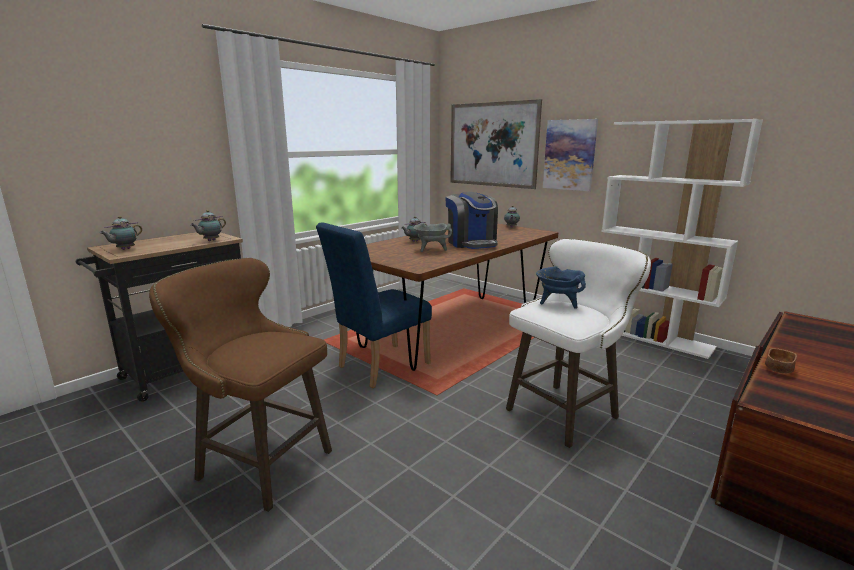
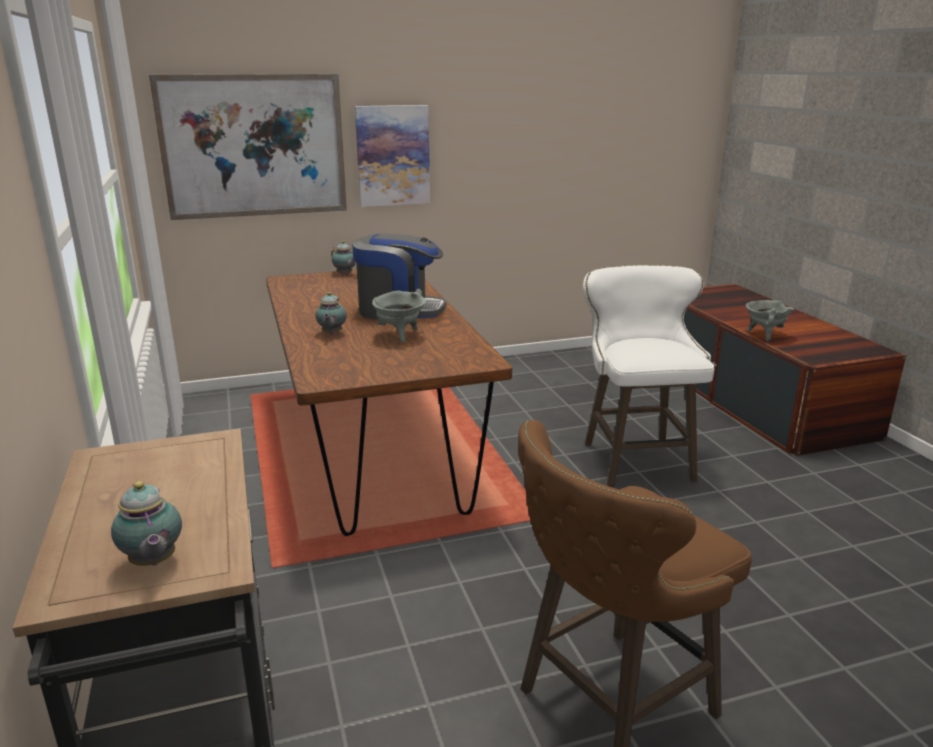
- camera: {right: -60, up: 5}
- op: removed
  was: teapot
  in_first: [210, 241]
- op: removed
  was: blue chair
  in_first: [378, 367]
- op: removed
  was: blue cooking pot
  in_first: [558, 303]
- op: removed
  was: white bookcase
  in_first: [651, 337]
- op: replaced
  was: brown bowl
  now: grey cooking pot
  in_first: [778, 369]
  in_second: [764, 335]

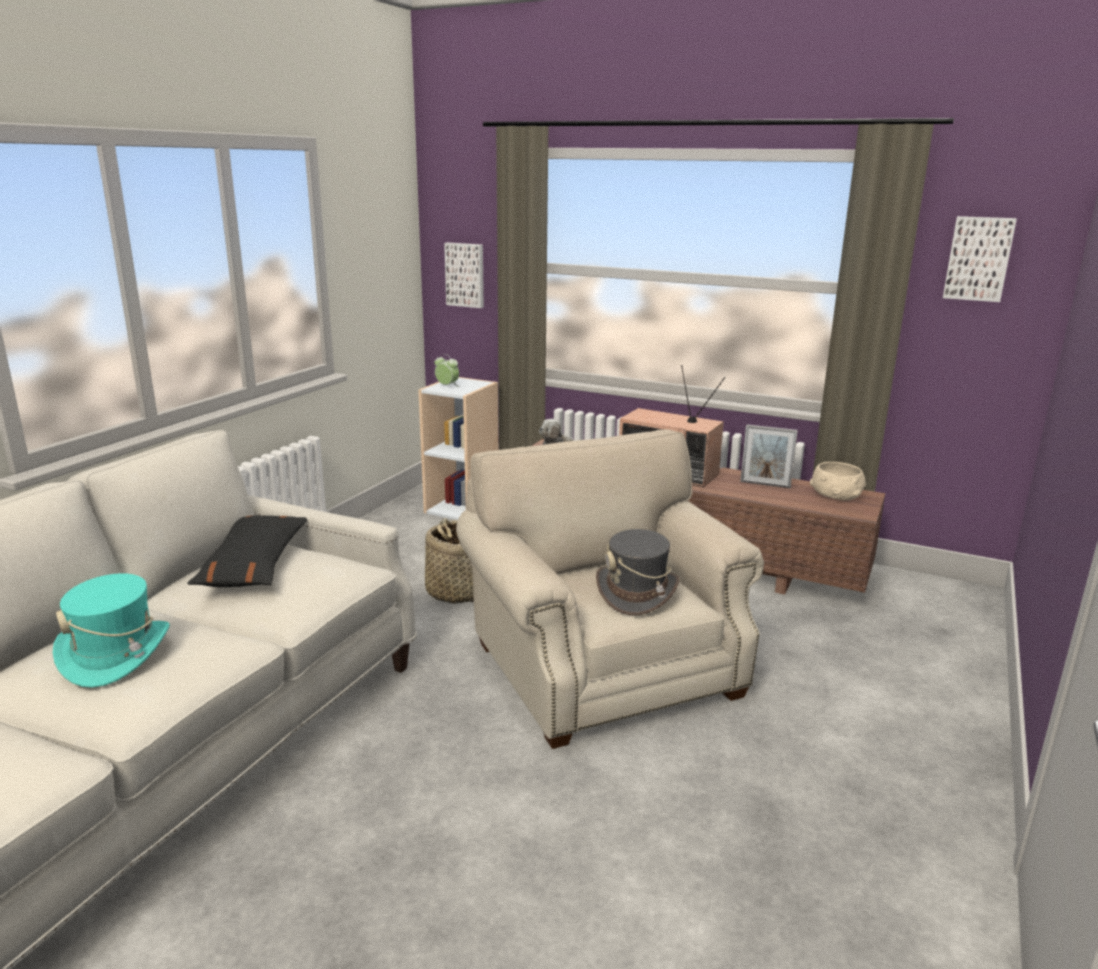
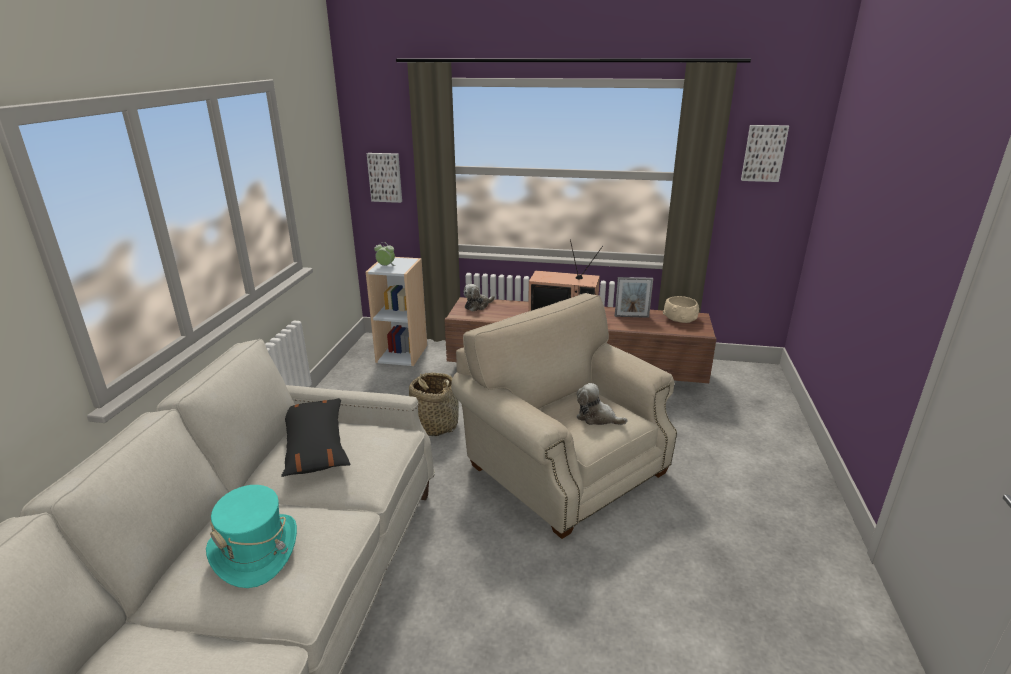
- camera: {right: -15, up: 5}
- op: replaced
  was: grey hat
  now: plush toy
  in_first: [637, 593]
  in_second: [597, 418]

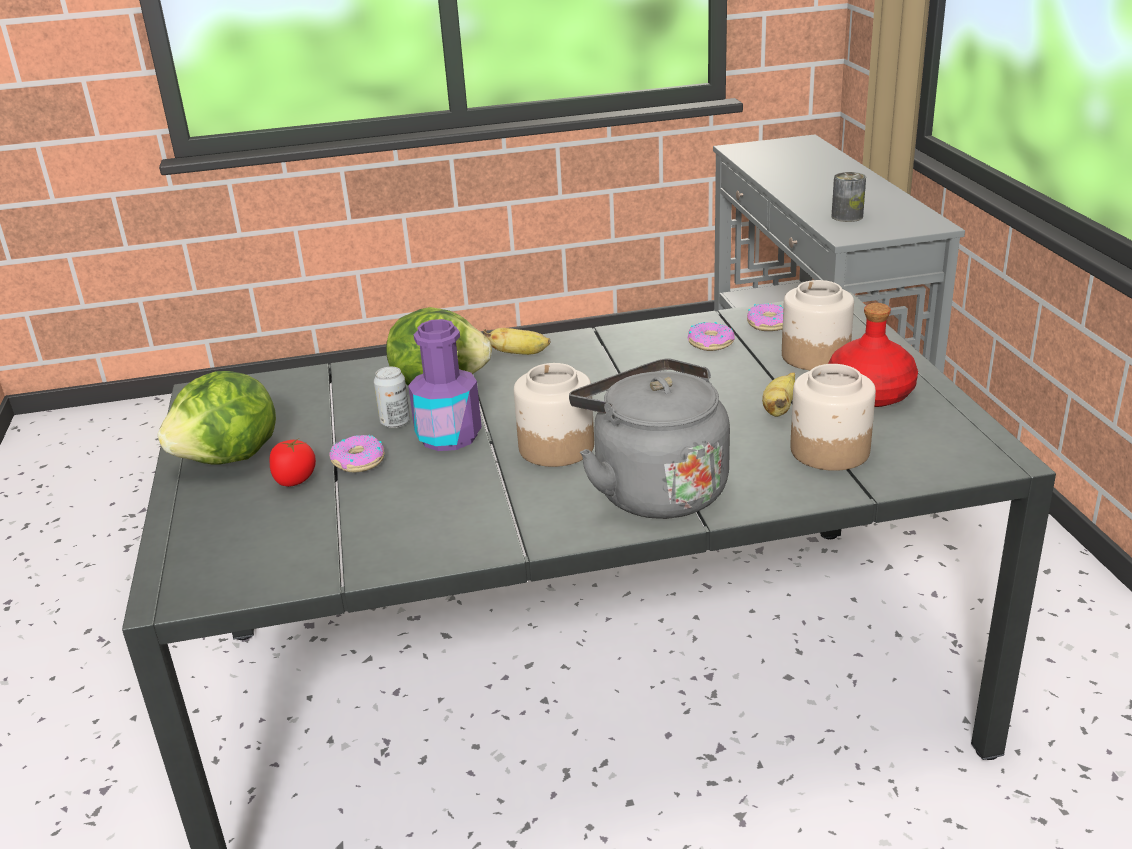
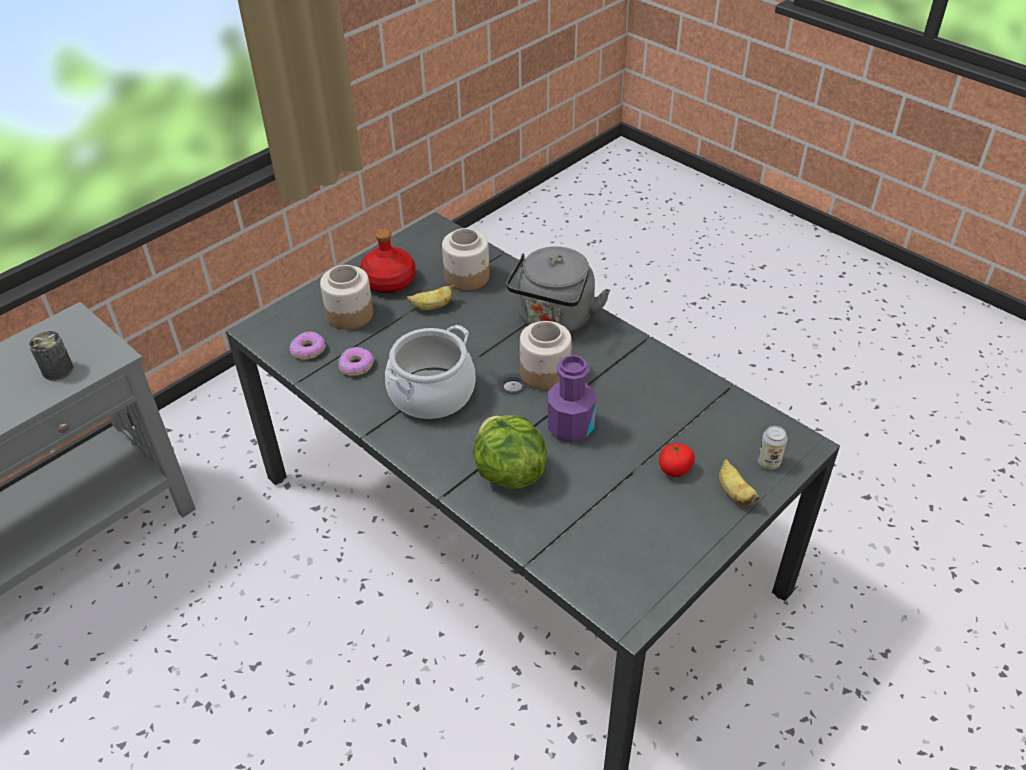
- camera: {right: -125, up: 15}
- op: removed
  was: lettuce
  in_first: [230, 458]
- op: removed
  was: donut
  in_first: [358, 461]
- op: added
  now: cooking pot
  in_second: [432, 394]
- op: moved
  was: can
  in_first: [395, 422]
  in_second: [768, 462]
- op: moved
  was: banana
  in_first: [520, 354]
  in_second: [734, 492]

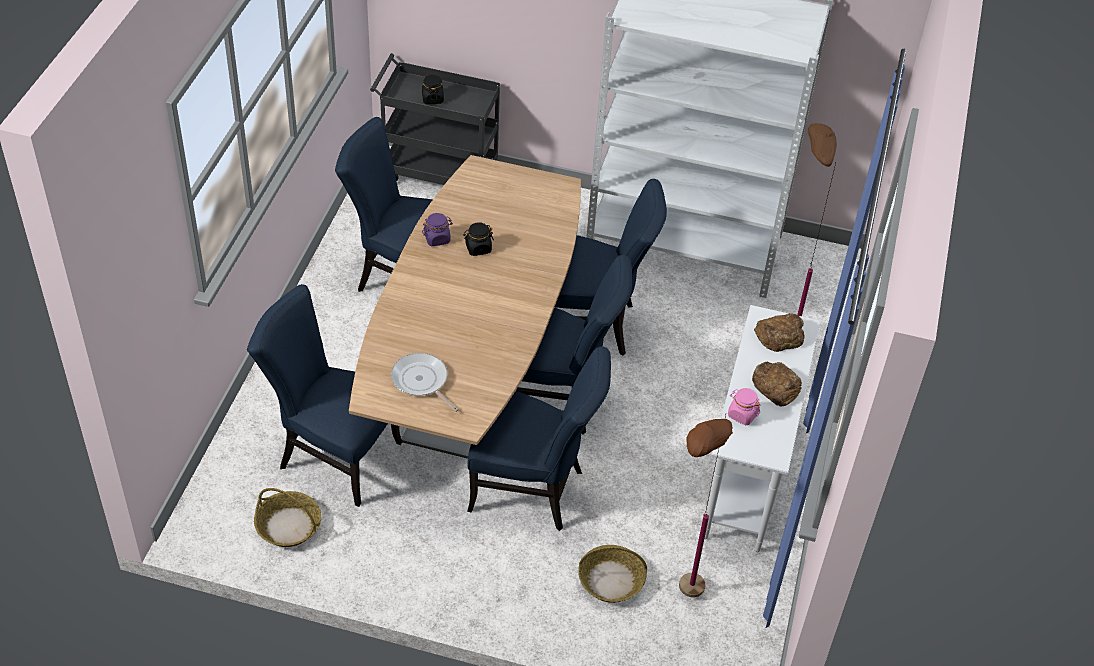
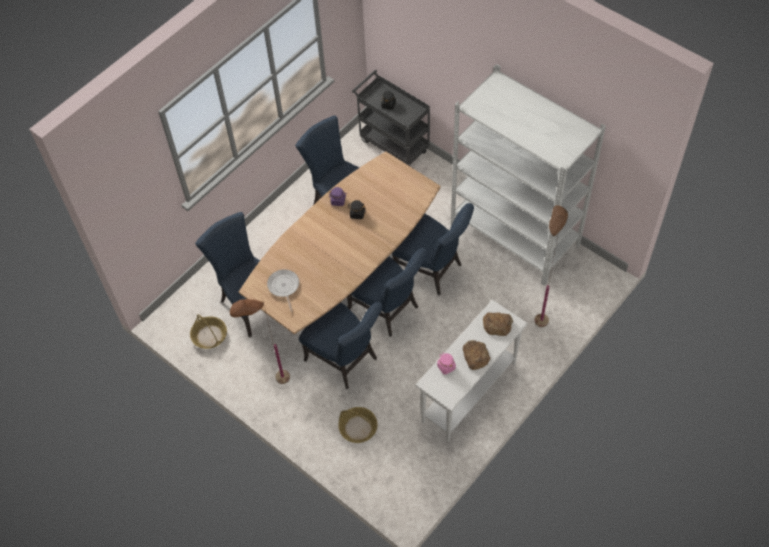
- camera: {right: 30, up: 10}
- op: moved
  was: brown floor lamp
  in_first: [679, 606]
  in_second: [272, 385]

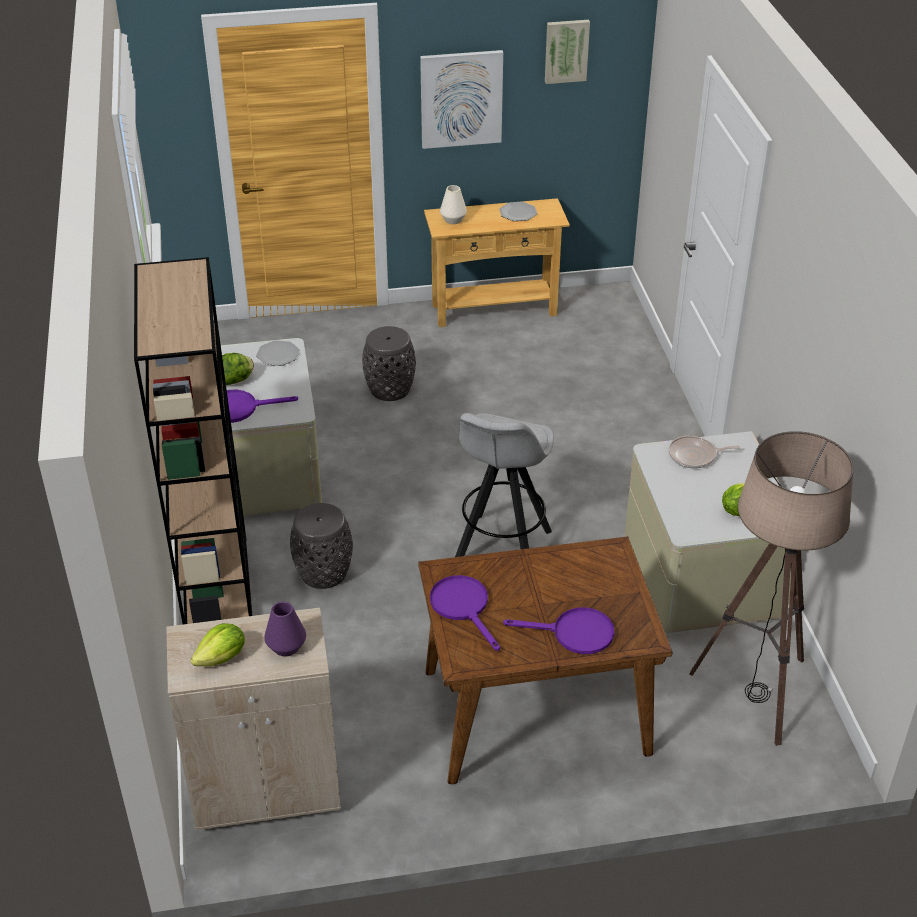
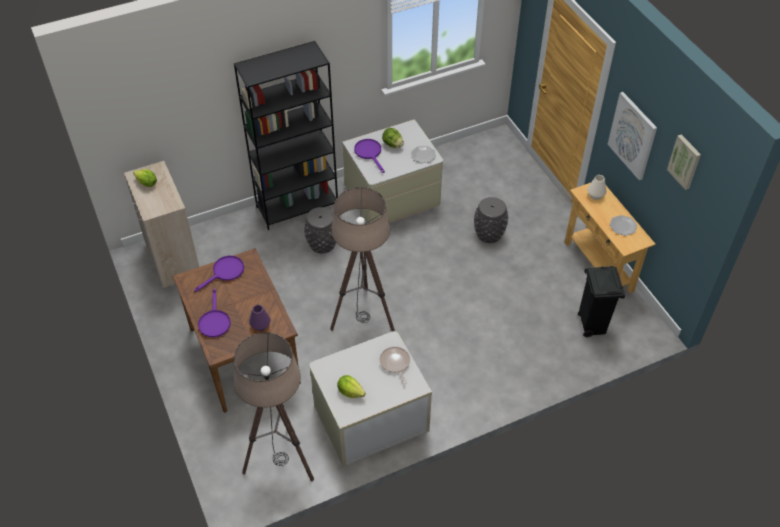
- camera: {right: 75, up: 10}
- op: added
  now: black trash can
  in_second: [591, 325]
- op: moved
  was: purple vase
  in_first: [286, 646]
  in_second: [260, 325]
- op: replaced
  was: grey stool
  now: floor lamp
  in_first: [501, 549]
  in_second: [363, 316]
- op: recoloured
  was: beige bookcase
  now: black bookcase
  in_first: [216, 591]
  in_second: [297, 206]

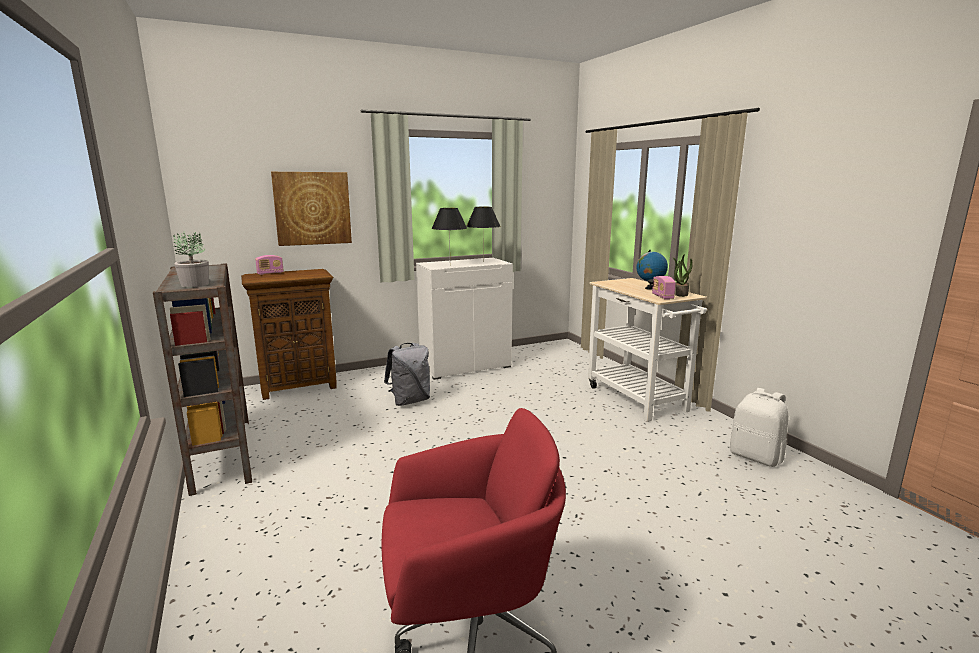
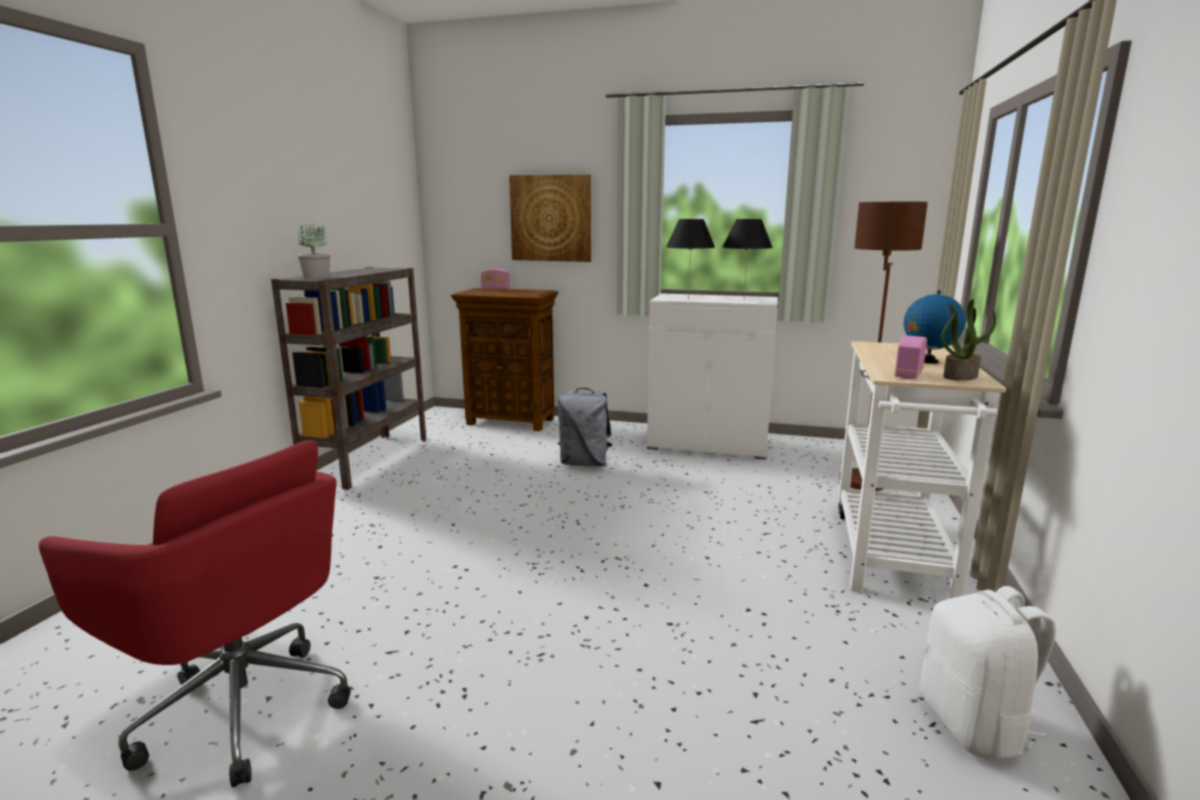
- camera: {right: 40, up: 0}
- op: added
  now: brown floor lamp
  in_second: [860, 487]

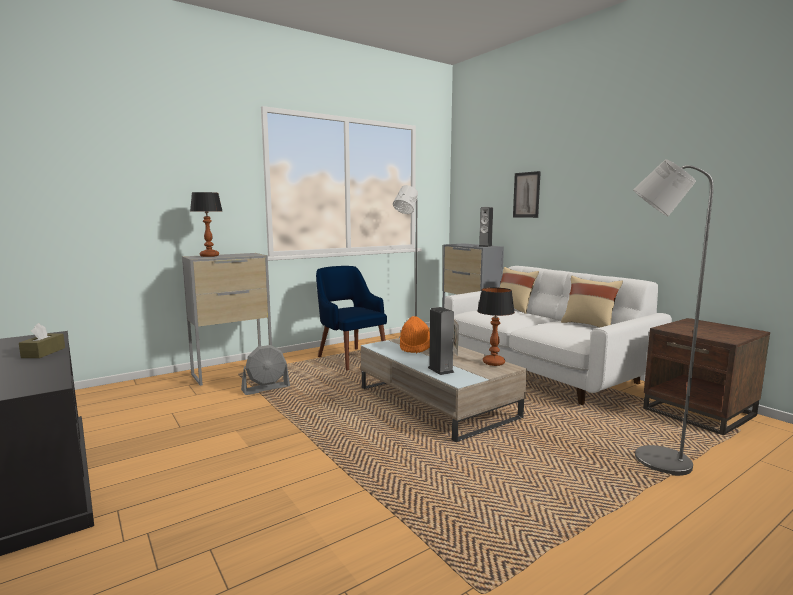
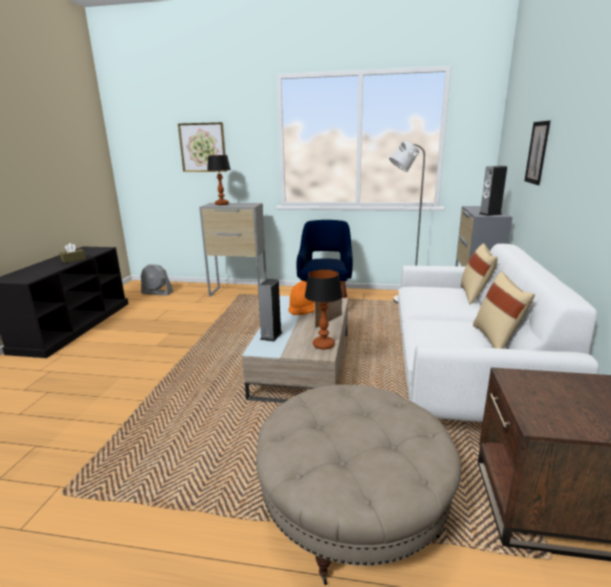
- camera: {right: 45, up: 10}
- op: added
  now: picture
  in_second: [203, 147]
- op: moved
  was: grey fan
  in_first: [266, 388]
  in_second: [157, 293]
- op: replaced
  was: grey floor lamp
  now: beige ottoman
  in_first: [651, 459]
  in_second: [353, 507]

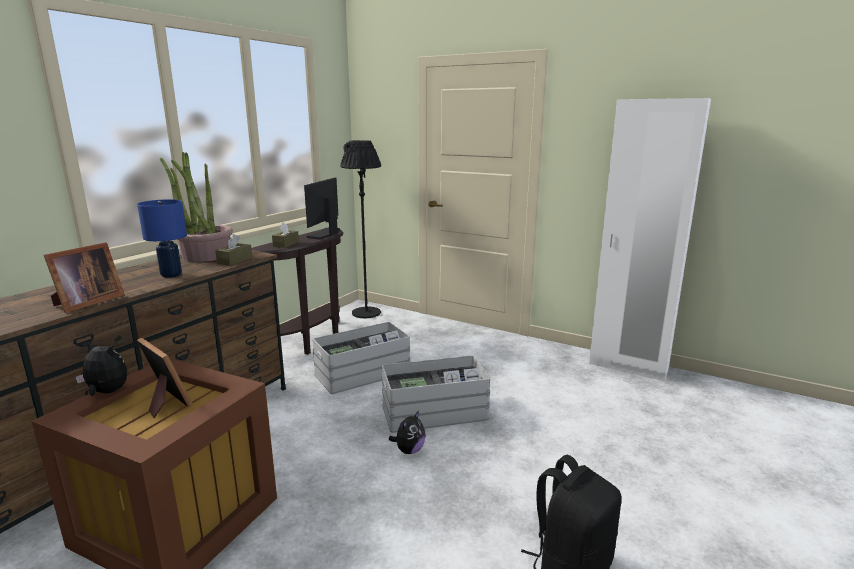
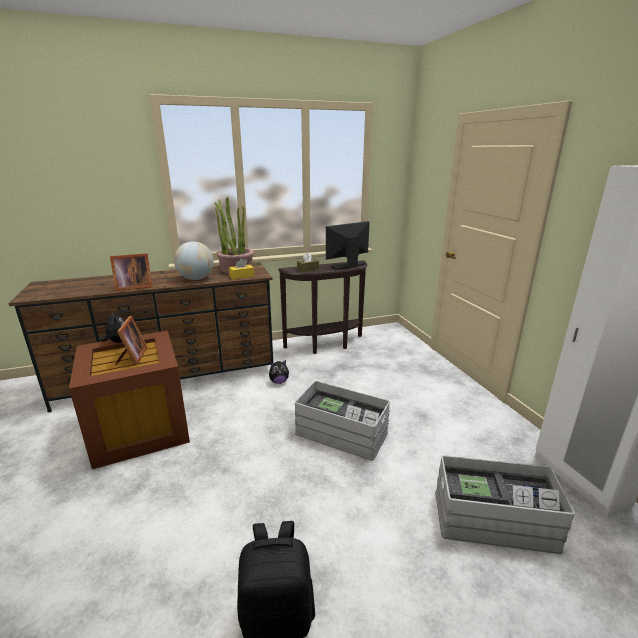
- camera: {right: 40, up: 5}
- op: removed
  was: black floor lamp
  in_first: [366, 313]
- op: moved
  was: grey storage box
  in_first: [362, 372]
  in_second: [493, 518]
- op: moved
  was: plush toy
  in_first: [409, 450]
  in_second: [279, 382]
- op: replaced
  was: blue table lamp
  now: globe
  in_first: [172, 275]
  in_second: [196, 279]
- op: recoloured
  was: brown tissue box
  now: yellow tissue box
  in_first: [235, 260]
  in_second: [242, 276]

